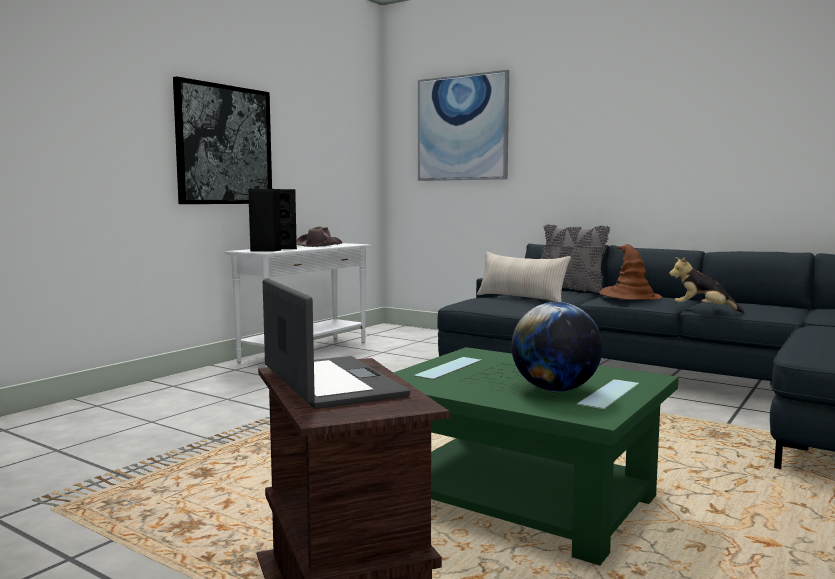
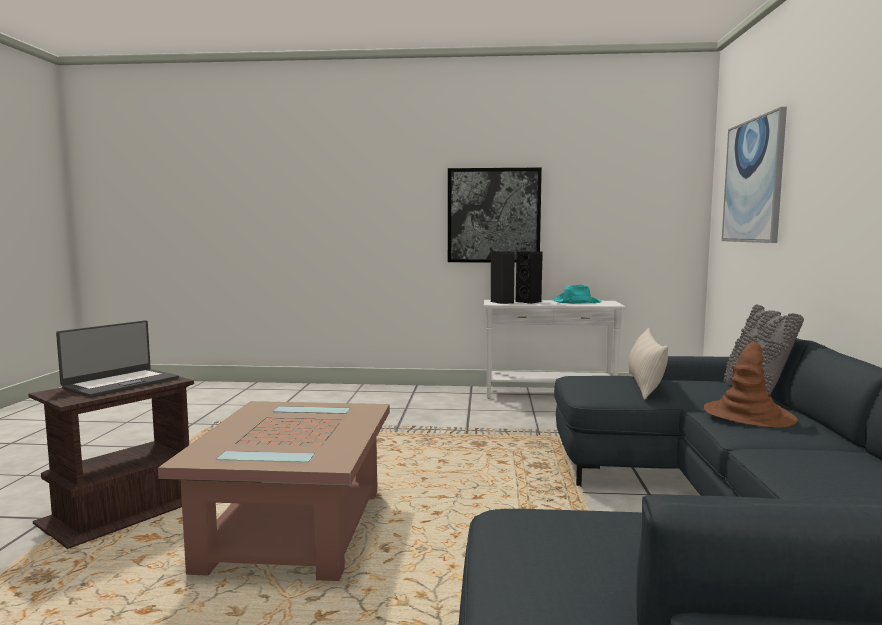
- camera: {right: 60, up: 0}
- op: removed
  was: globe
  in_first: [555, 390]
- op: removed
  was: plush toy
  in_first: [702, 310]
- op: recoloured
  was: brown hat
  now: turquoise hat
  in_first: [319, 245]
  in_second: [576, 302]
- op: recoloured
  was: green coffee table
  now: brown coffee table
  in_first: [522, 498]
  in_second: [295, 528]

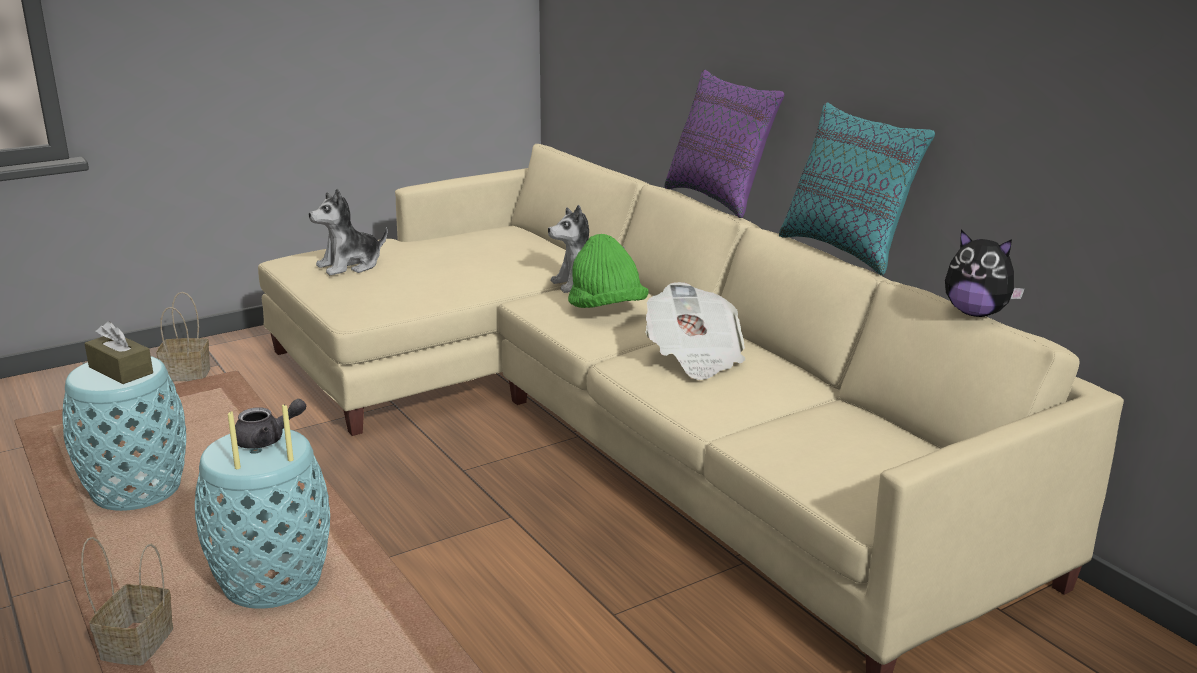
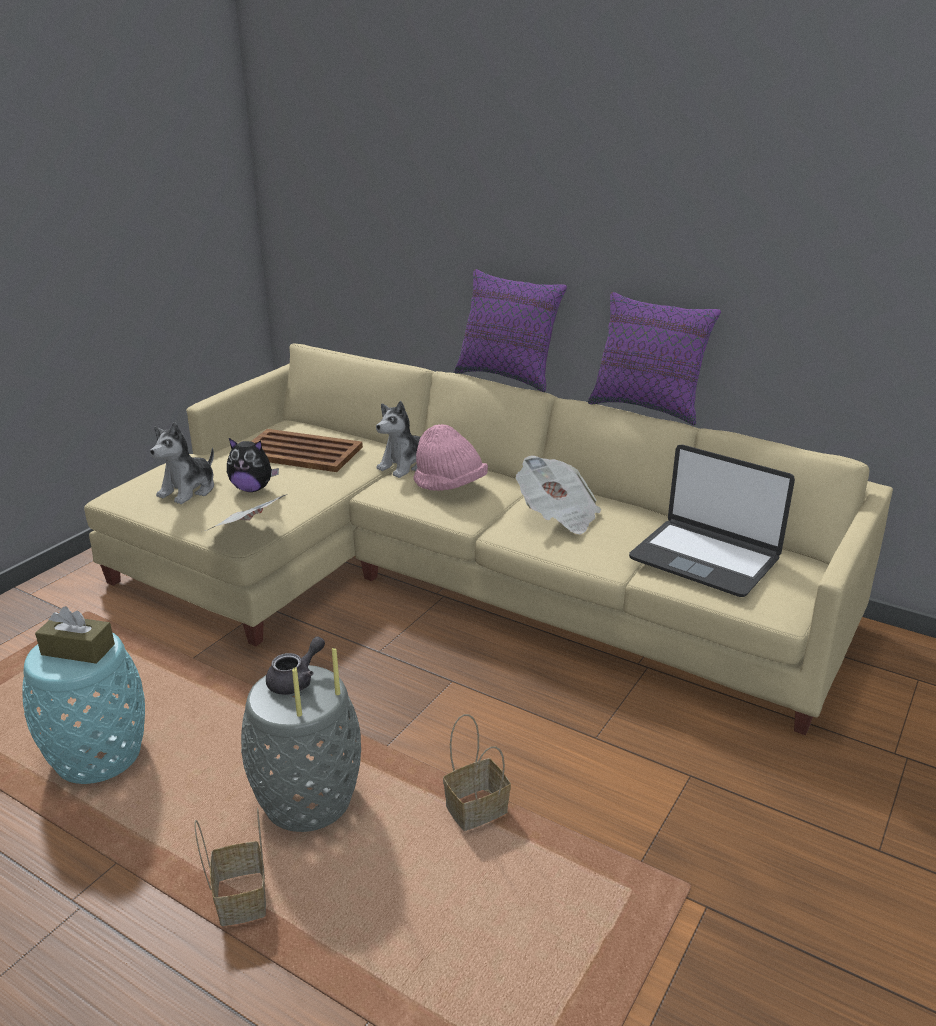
- camera: {right: -25, up: 5}
- op: added
  now: newspaper
  in_second: [247, 533]
- op: added
  now: brown tray
  in_second: [301, 452]
- op: added
  now: laptop
  in_second: [705, 558]
- op: moved
  was: basket
  in_first: [188, 373]
  in_second: [477, 808]
- op: moved
  was: plush toy
  in_first: [976, 313]
  in_second: [252, 489]
- op: recoloured
  was: turquoise stool
  now: grey stool
  in_first: [272, 581]
  in_second: [308, 800]
- op: recoloured
  was: green hat
  now: pink hat
  in_first: [606, 309]
  in_second: [449, 487]
- op: recoloured
  was: turquoise pillow
  now: purple pillow
  in_first: [844, 251]
  in_second: [646, 409]

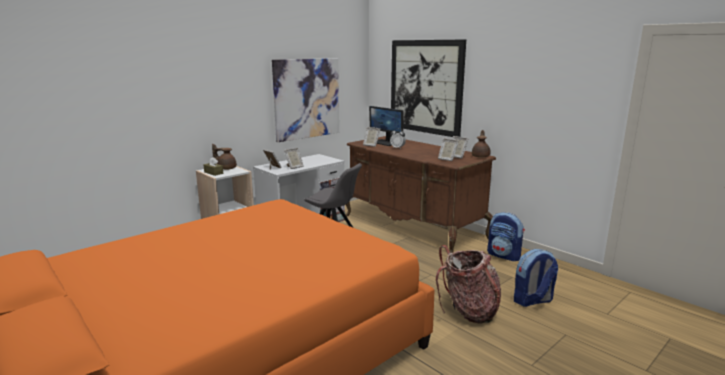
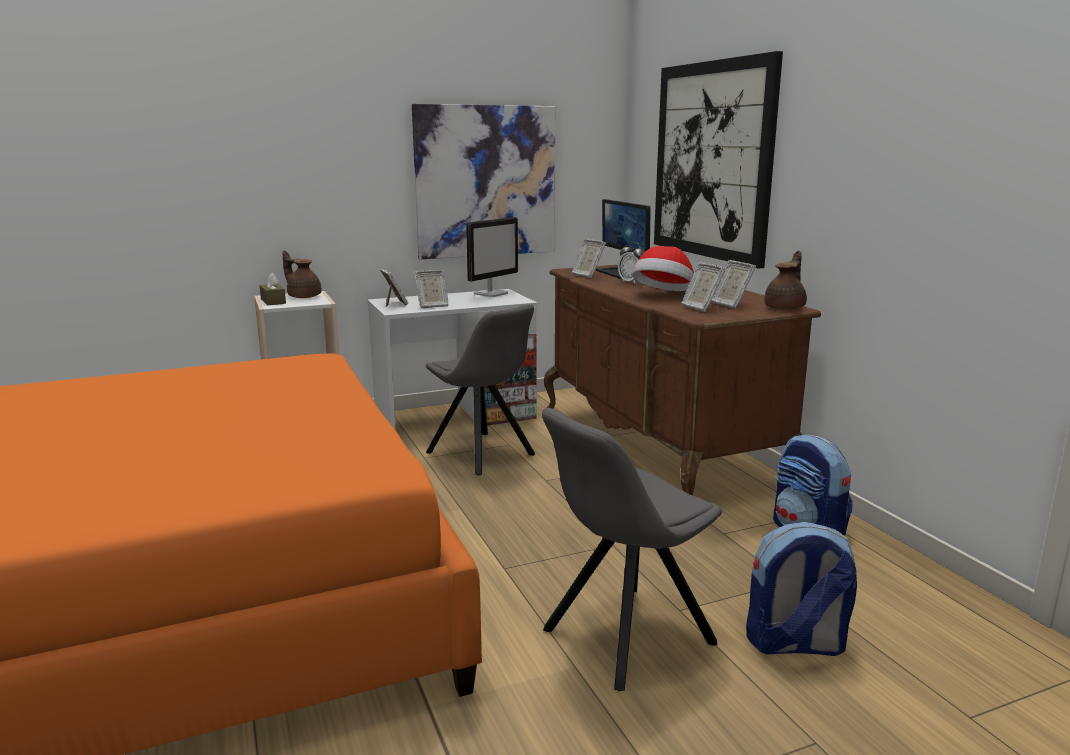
- camera: {right: 20, up: 0}
- op: added
  now: monitor
  in_second: [491, 294]
- op: added
  now: hat
  in_second: [664, 295]
- op: replaced
  was: backpack
  now: grey chair
  in_first: [468, 311]
  in_second: [626, 636]

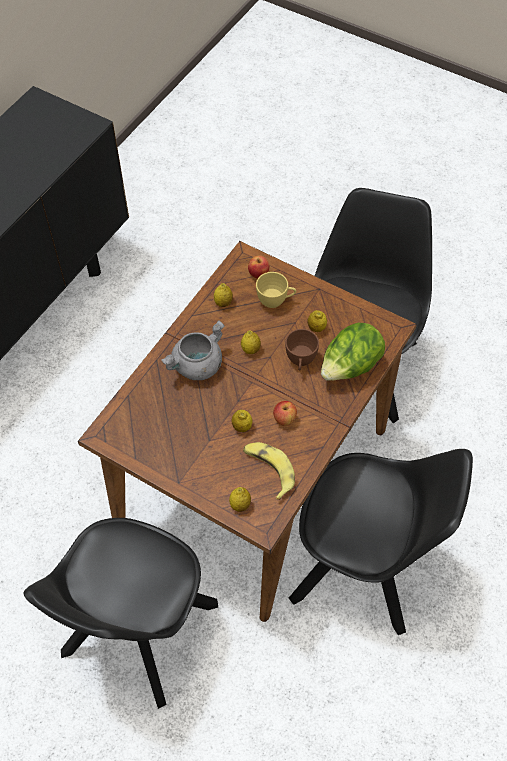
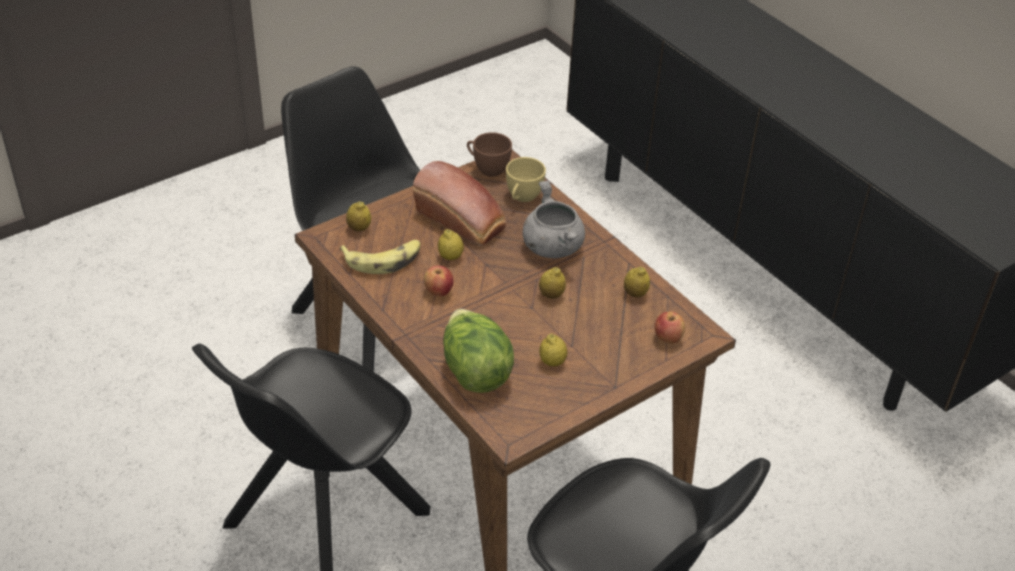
- camera: {right: 110, up: -15}
- op: added
  now: bread
  in_second: [462, 221]
- op: moved
  was: yellow cup
  in_first: [275, 301]
  in_second: [522, 198]
- op: moved
  was: brown cup
  in_first: [300, 361]
  in_second: [487, 168]

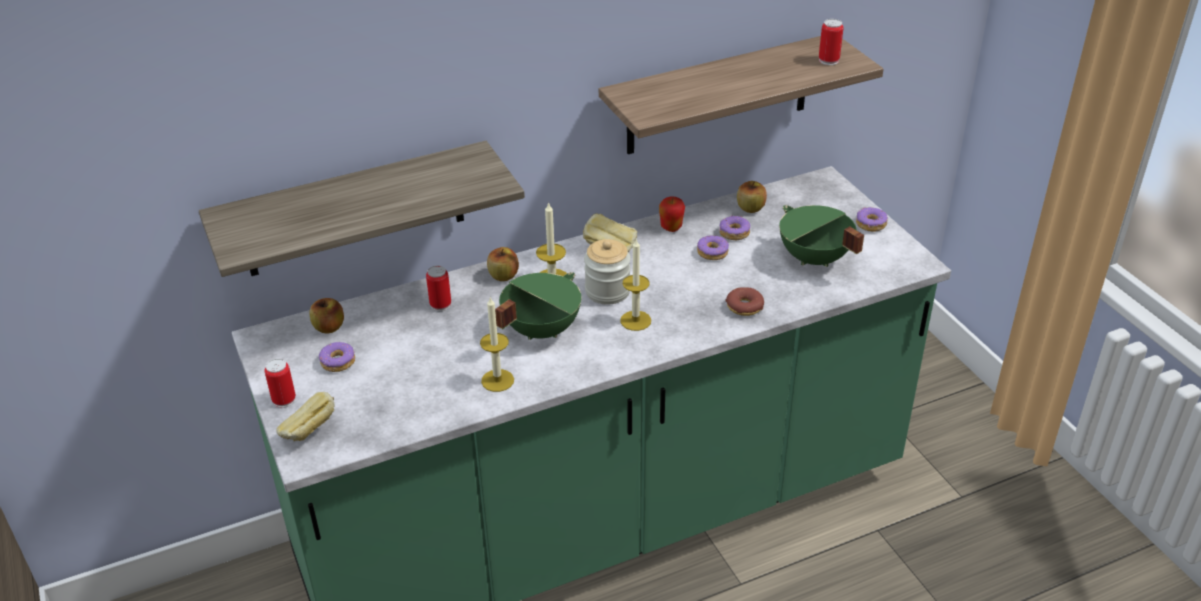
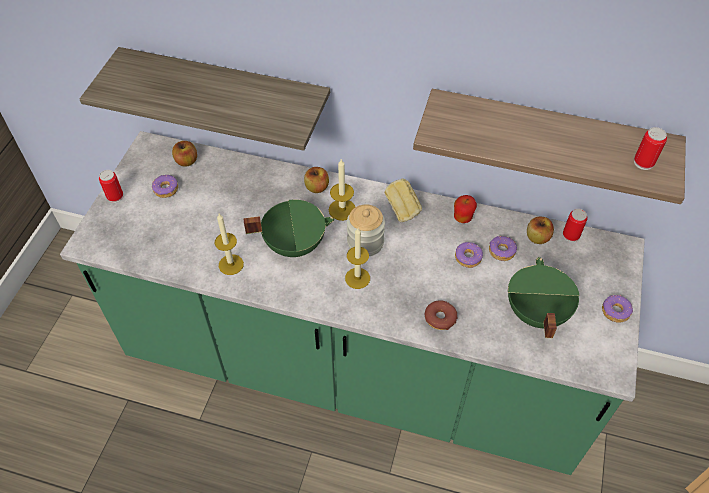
- camera: {right: 40, up: 15}
- op: removed
  was: bread
  in_first: [310, 433]
- op: moved
  was: can
  in_first: [440, 305]
  in_second: [570, 235]

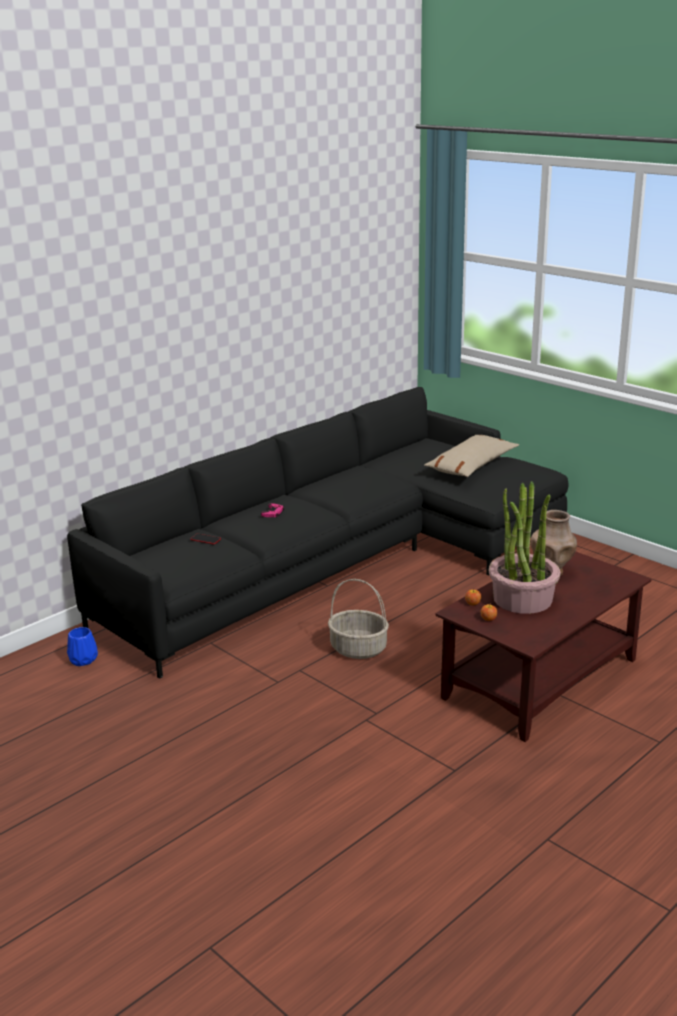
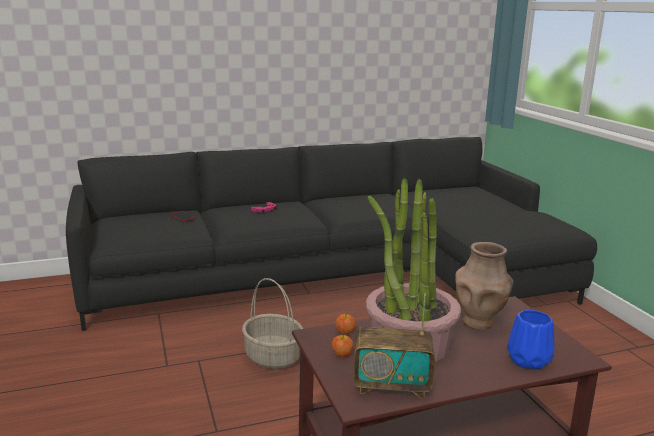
- camera: {right: 25, up: -5}
- op: removed
  was: beige pillow
  in_first: [471, 466]
- op: added
  now: radio
  in_second: [391, 385]
- op: moved
  was: blue vase
  in_first: [83, 660]
  in_second: [529, 360]

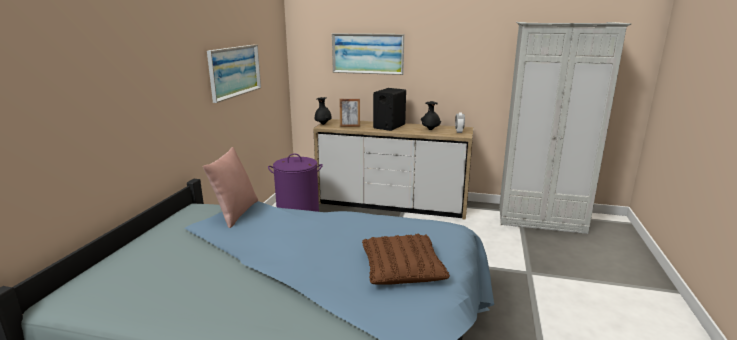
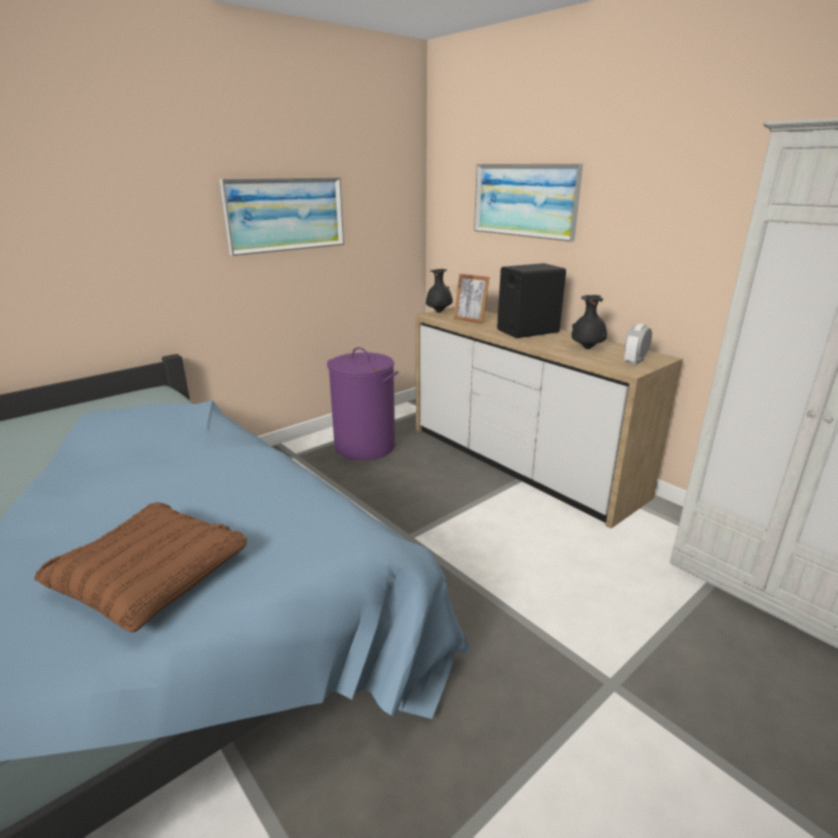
- camera: {right: 35, up: 5}
- op: removed
  was: pink pillow
  in_first: [235, 213]

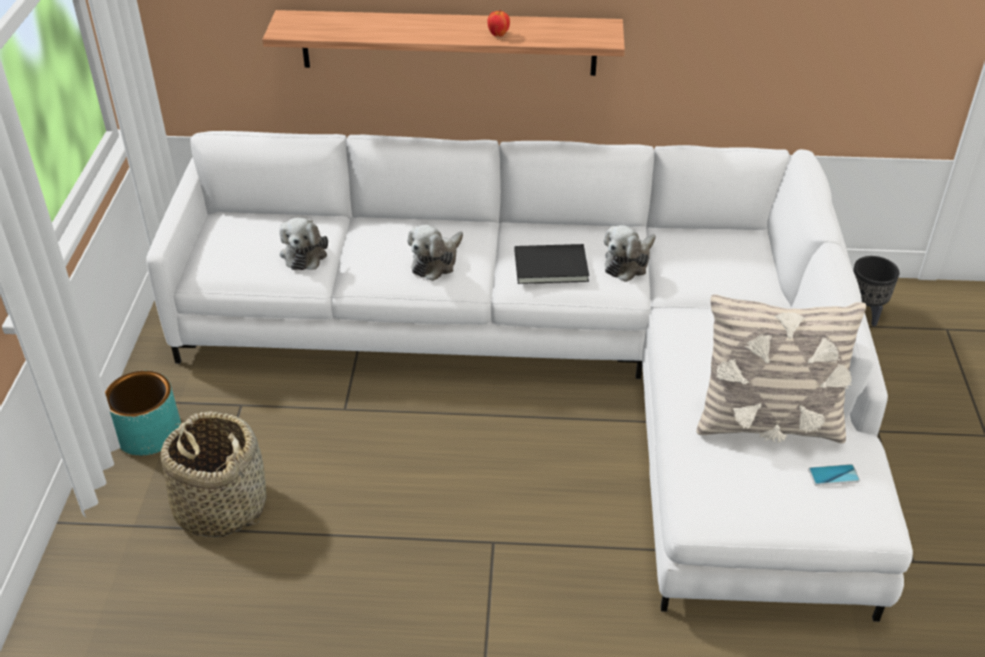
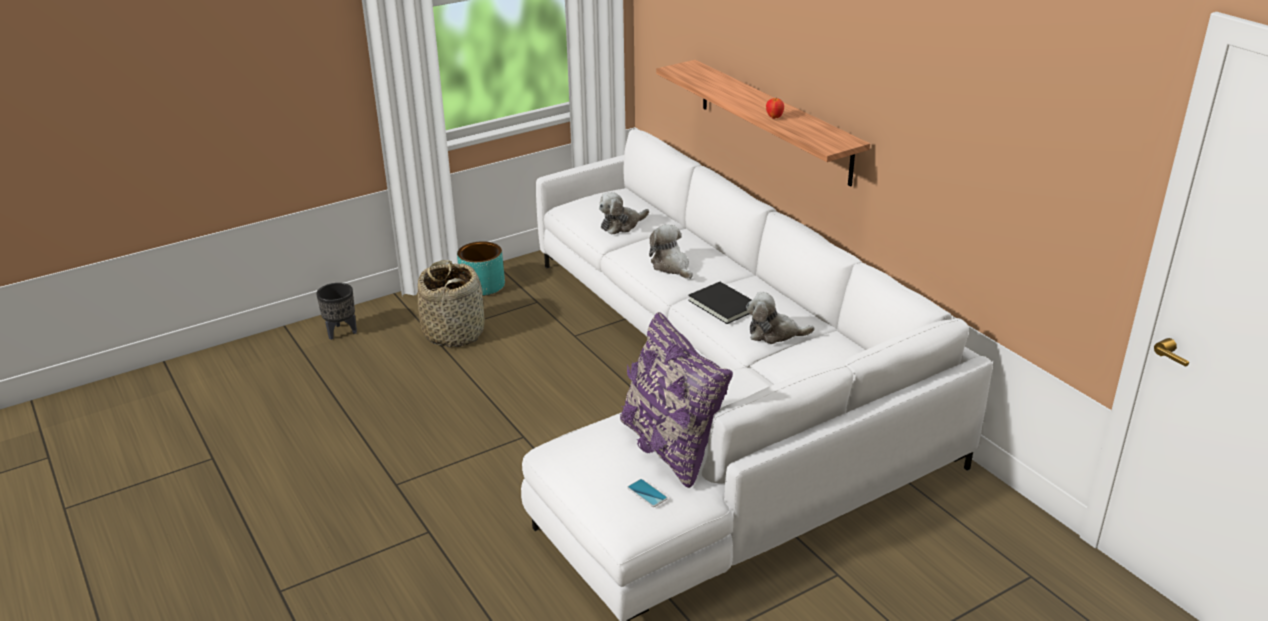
- camera: {right: 55, up: -10}
- op: moved
  was: black planter
  in_first: [864, 314]
  in_second: [342, 332]
- op: recoloured
  was: beige pillow
  now: purple pillow
  in_first: [768, 424]
  in_second: [669, 448]
- op: turned
  was: plush toy
  in_first: [436, 262]
  in_second: [671, 266]
  clockwise: 60

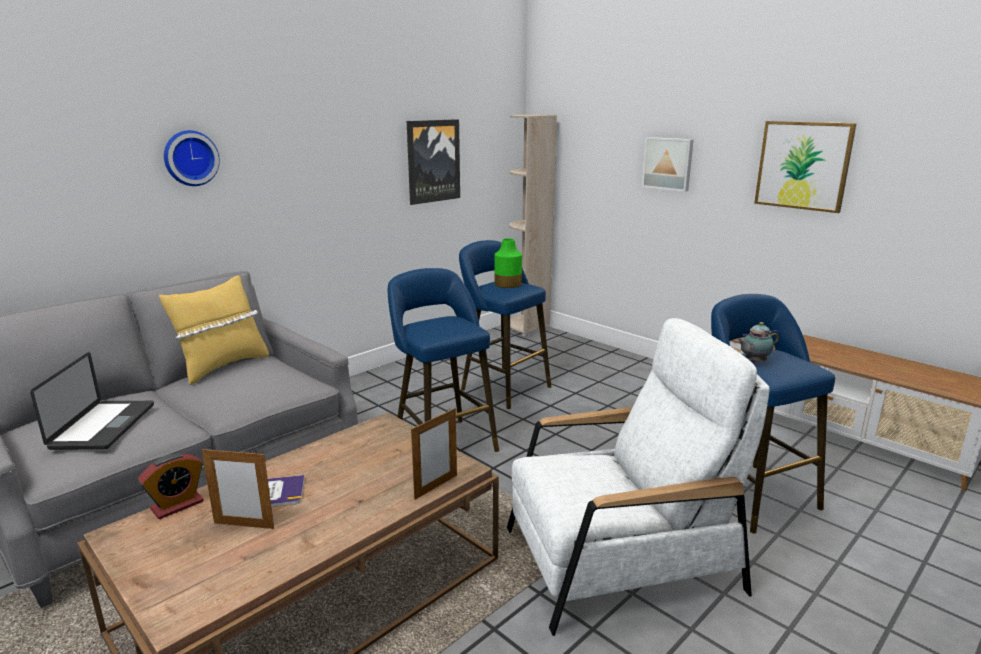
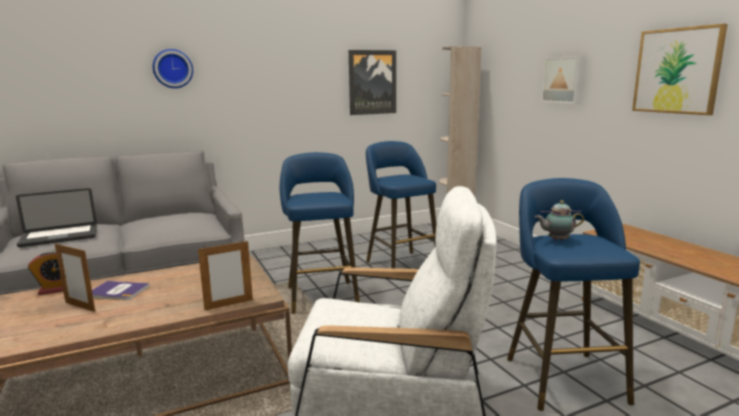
- camera: {right: 20, up: -5}
- op: removed
  was: yellow pillow
  in_first: [223, 366]
- op: removed
  was: green vase
  in_first: [507, 284]
- op: turned
  was: laptop
  in_first: [103, 426]
  in_second: [59, 237]
  clockwise: 45

